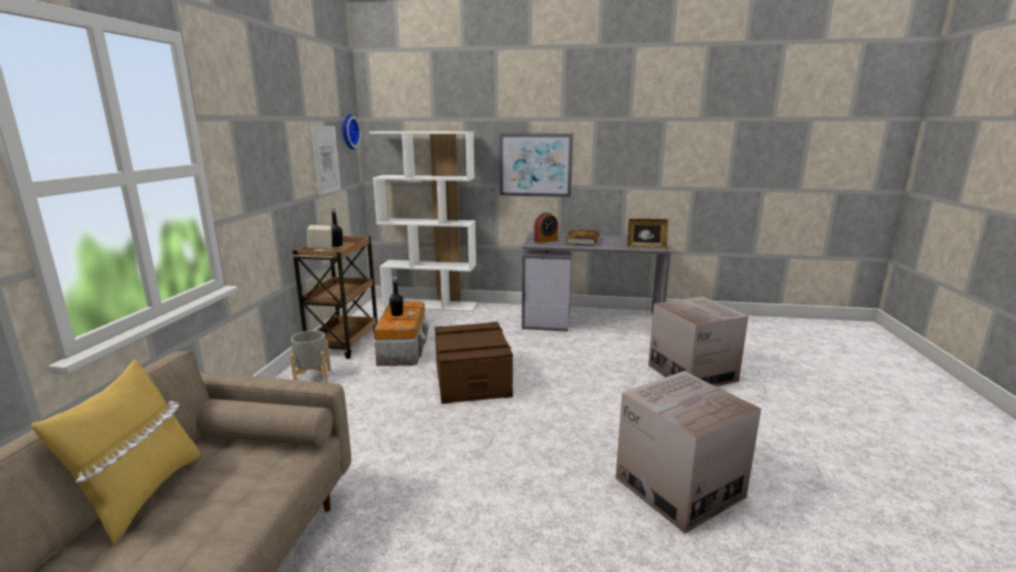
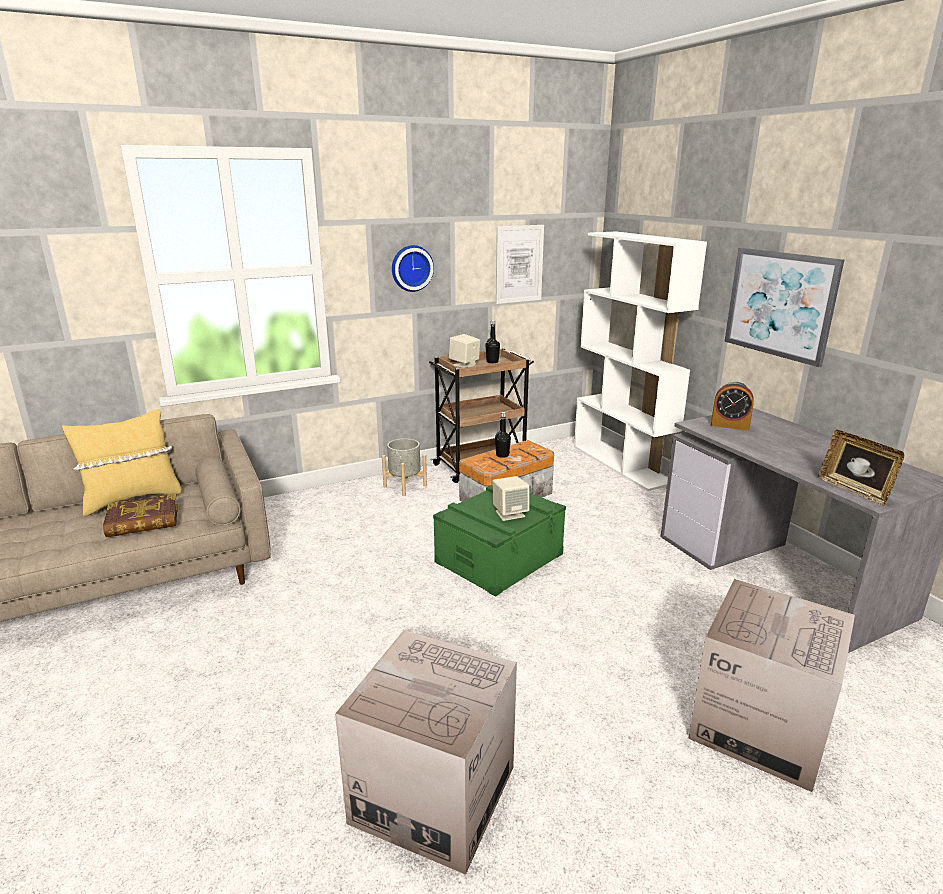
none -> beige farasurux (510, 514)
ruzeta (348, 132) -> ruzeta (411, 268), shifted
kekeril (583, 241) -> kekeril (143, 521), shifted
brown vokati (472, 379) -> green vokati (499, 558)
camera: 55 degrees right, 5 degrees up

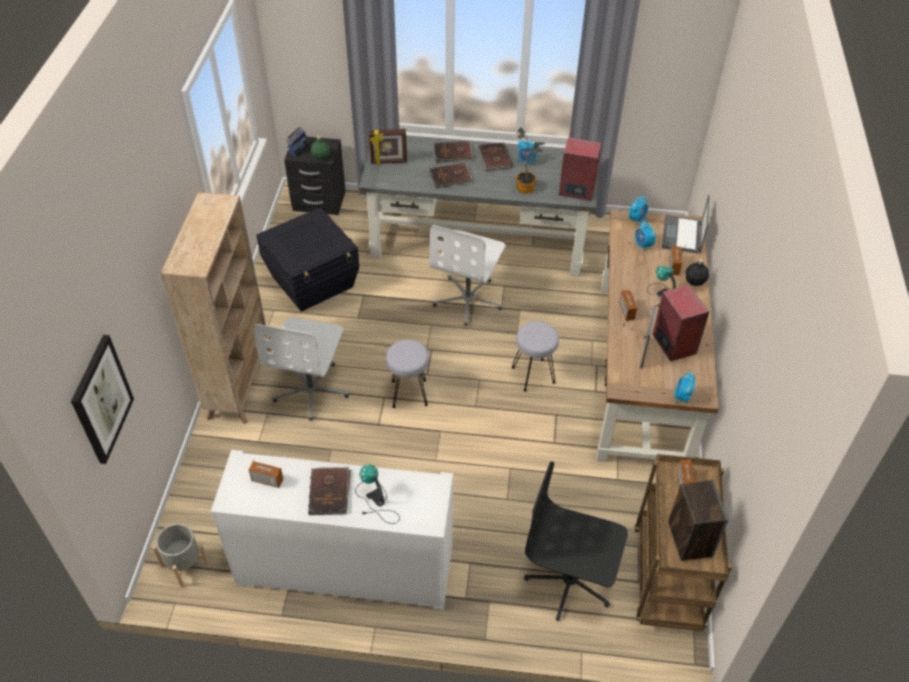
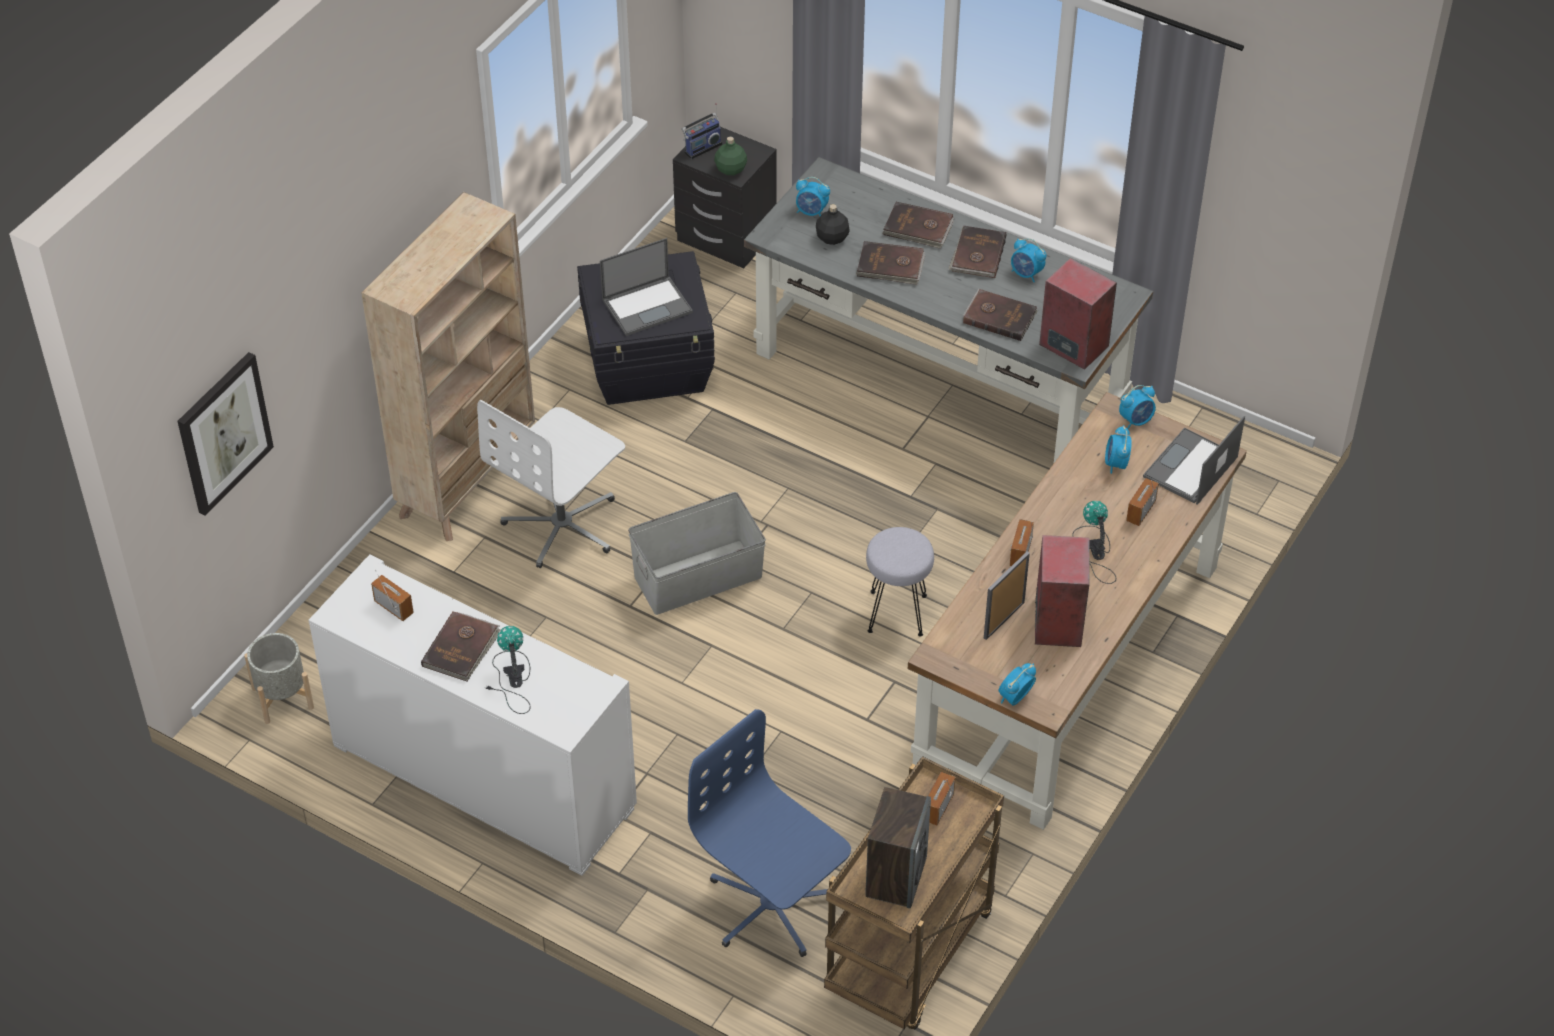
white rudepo (468, 300) -> none
none -> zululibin (648, 305)
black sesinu (695, 281) -> black sesinu (832, 238), shifted
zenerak (388, 162) -> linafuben (811, 212)
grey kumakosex (408, 393) -> grey vokati (697, 576)
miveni (527, 187) -> brown kekeril (999, 316)
black rudepo (569, 581) -> blue rudepo (771, 906)
camera: 25 degrees right, 0 degrees up

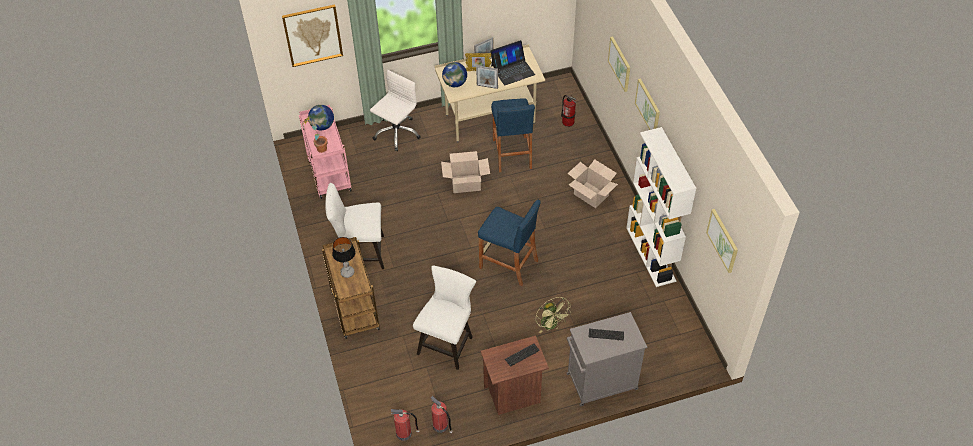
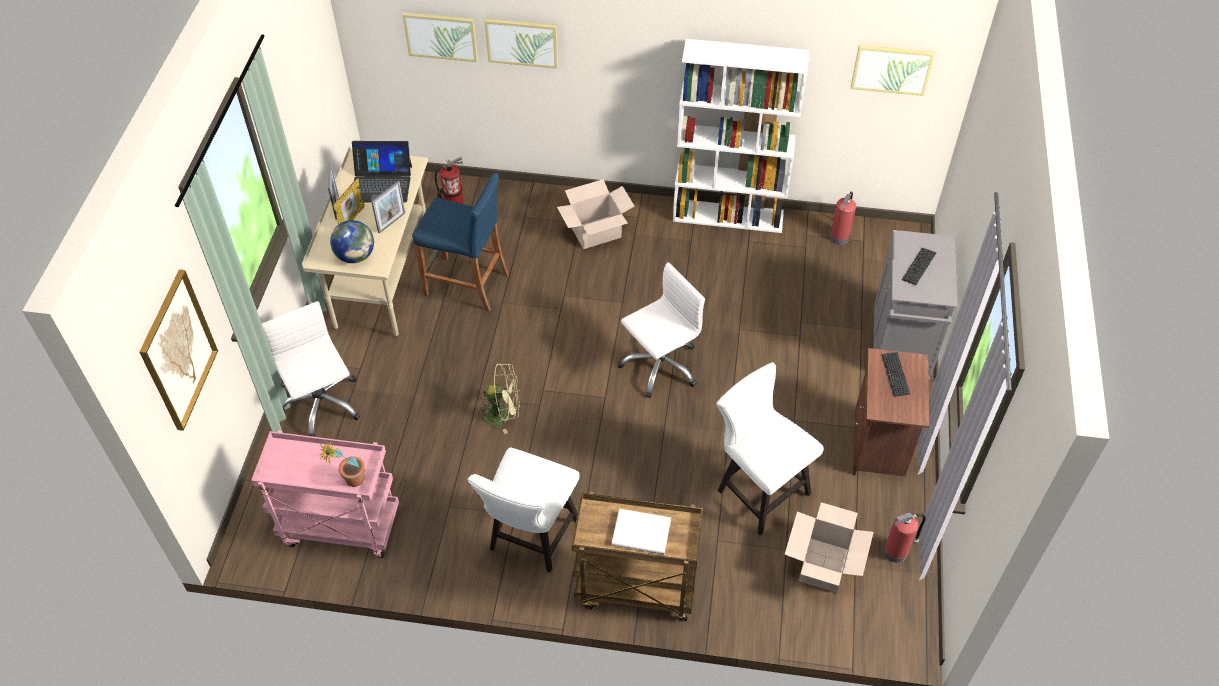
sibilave (322, 126) -> none
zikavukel (404, 433) -> zikavukel (839, 236), shifted
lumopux (465, 184) -> lumopux (823, 565), shifted
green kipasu (551, 325) -> green kipasu (503, 414), shifted
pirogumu (648, 107) -> pirogumu (441, 36), shifted
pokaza (347, 272) -> white kekeril (641, 532)
blue kumakosex (508, 264) -> white rudepo (660, 365)
zululibin (512, 70) -> zululibin (381, 183), 90 degrees clockwise
camera: 65 degrees left, 0 degrees up

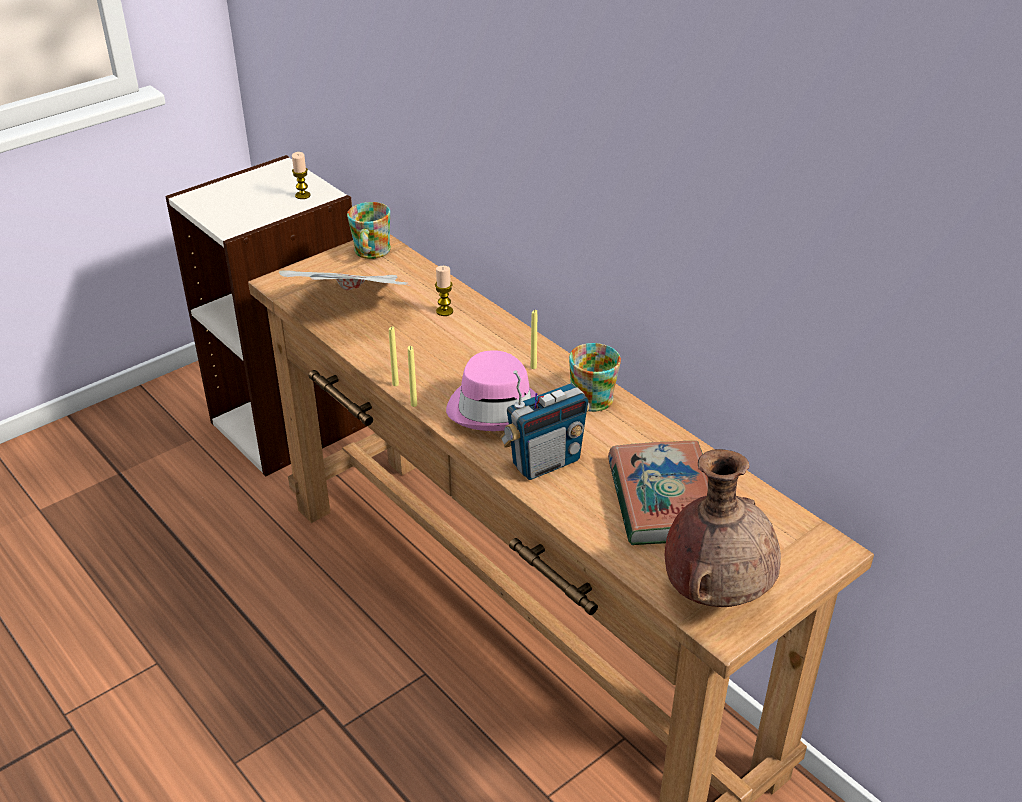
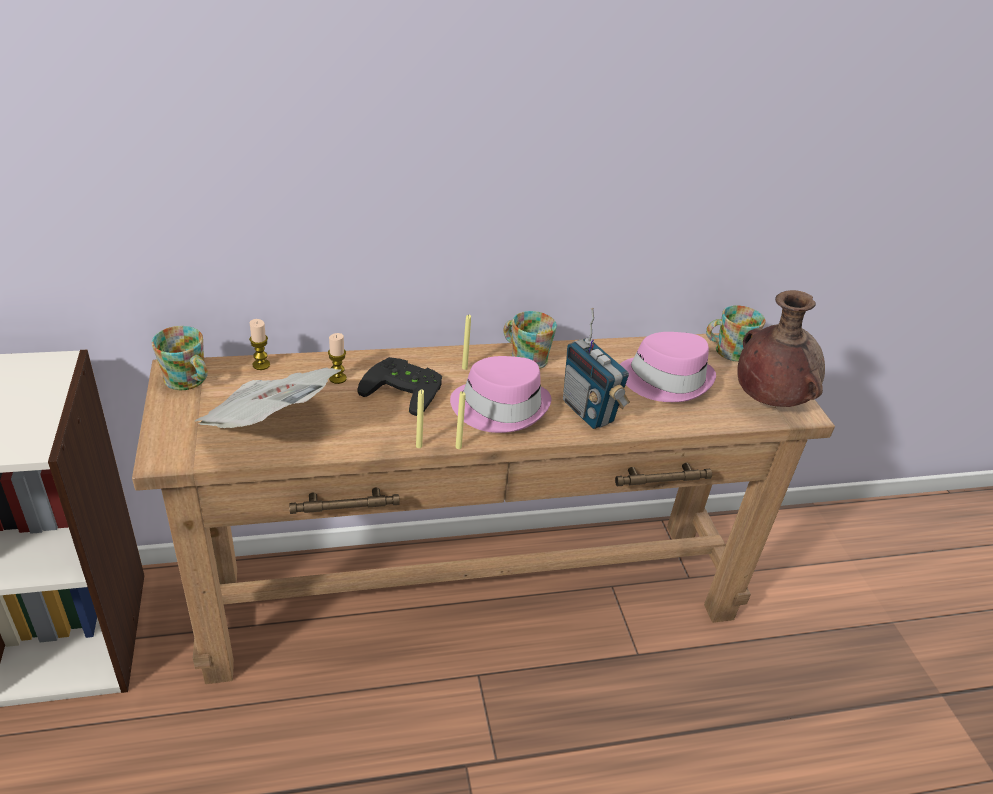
none -> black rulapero (405, 388)
none -> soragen (727, 350)
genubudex (302, 195) -> genubudex (261, 365), shifted
kekeril (663, 499) -> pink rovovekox (665, 379)
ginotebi (545, 462) -> ginotebi (588, 411), 150 degrees clockwise
camera: 65 degrees left, 0 degrees up

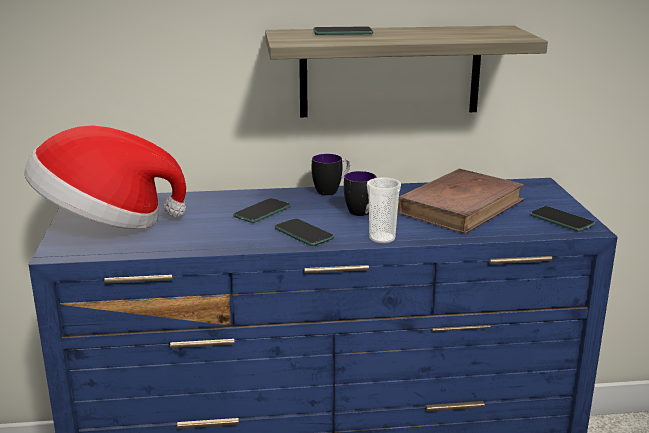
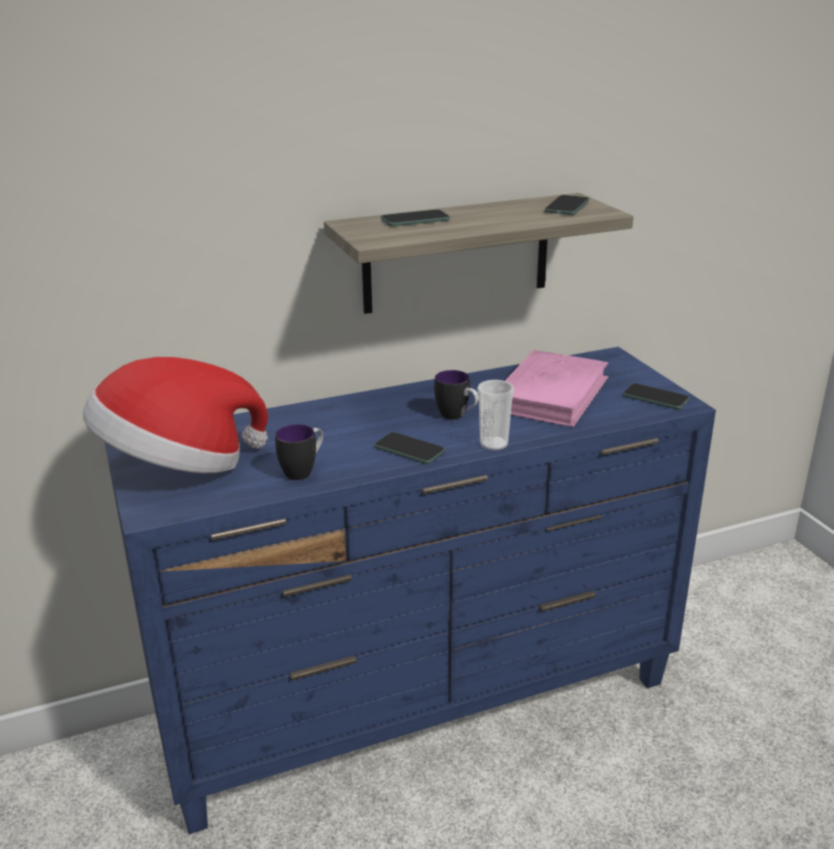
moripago (262, 212) -> moripago (567, 206), shifted
soragen (331, 191) -> soragen (303, 471), shifted
brown kekeril (461, 207) -> pink kekeril (550, 394)
camera: 15 degrees left, 5 degrees up

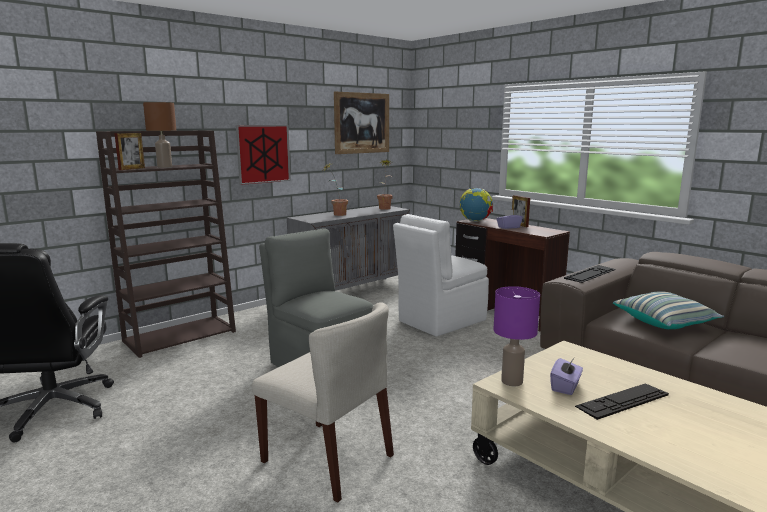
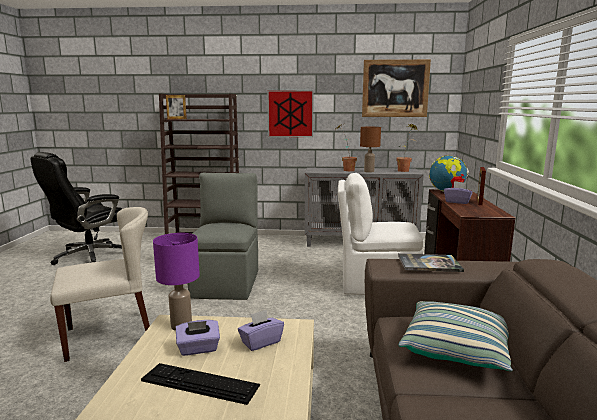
none -> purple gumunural (261, 342)
brown pokaza (164, 167) -> brown pokaza (368, 171), shifted
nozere (590, 274) -> kekeril (429, 264)
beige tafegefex (328, 458) -> beige tafegefex (110, 335), 105 degrees counterclockwise
camera: 45 degrees right, 0 degrees up

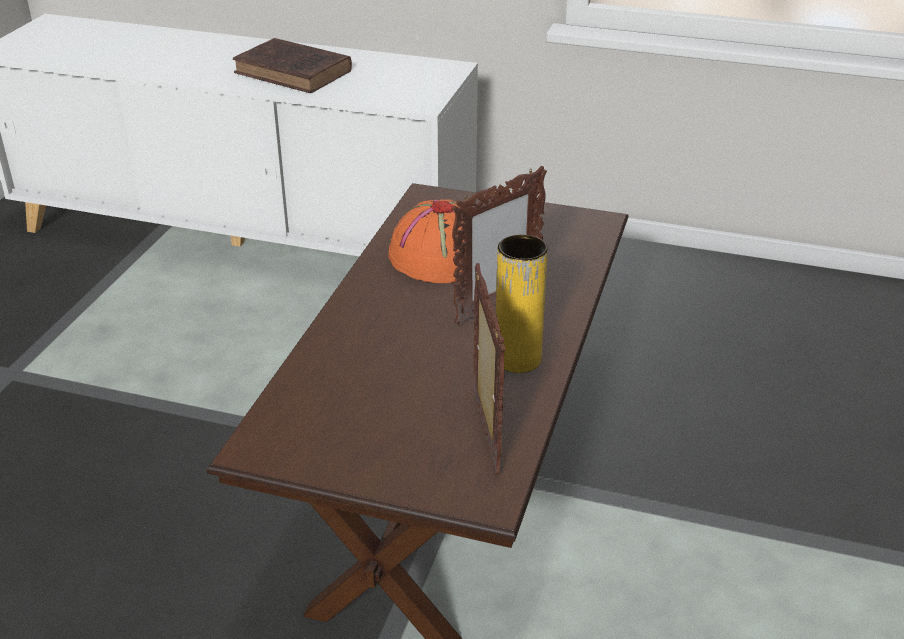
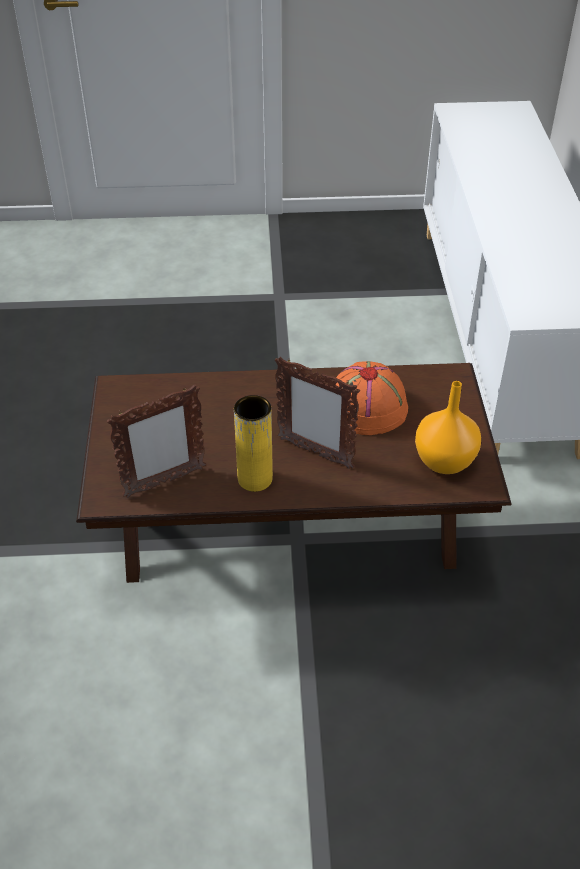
brown kekeril (295, 73) -> none
none -> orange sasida (445, 462)
camera: 70 degrees right, 10 degrees up

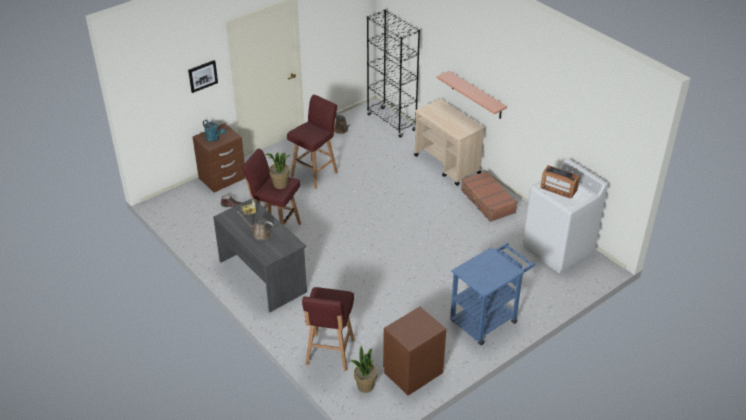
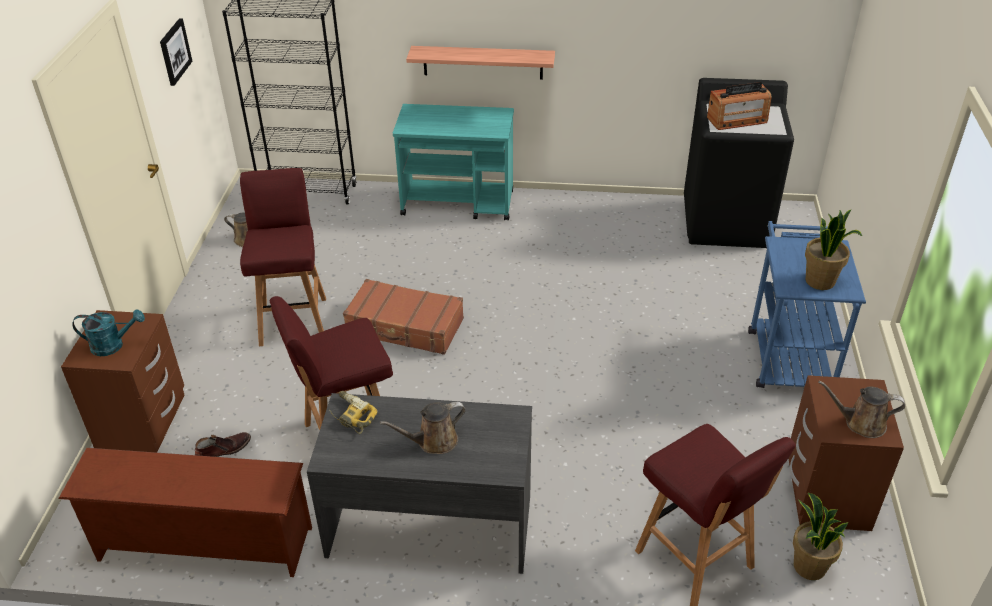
none -> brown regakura (203, 545)
none -> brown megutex (861, 423)
pirogumu (202, 76) -> pirogumu (174, 51), shifted
miveni (280, 184) -> miveni (820, 281), shifted
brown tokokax (487, 202) -> brown tokokax (405, 327), shifted
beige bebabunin (447, 164) -> turquoise bebabunin (458, 203)
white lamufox (558, 249) -> black lamufox (726, 222)
camera: 45 degrees left, 0 degrees up

